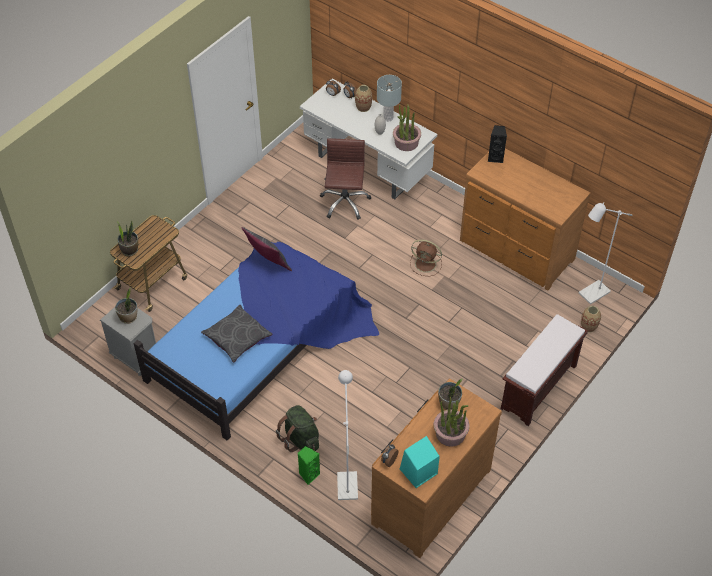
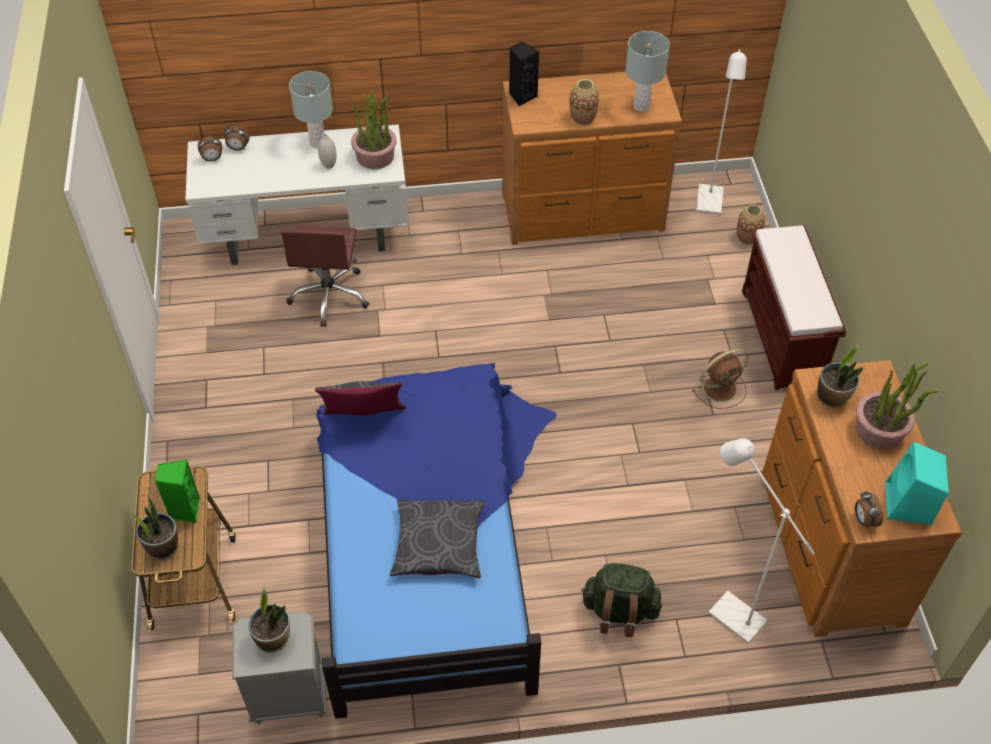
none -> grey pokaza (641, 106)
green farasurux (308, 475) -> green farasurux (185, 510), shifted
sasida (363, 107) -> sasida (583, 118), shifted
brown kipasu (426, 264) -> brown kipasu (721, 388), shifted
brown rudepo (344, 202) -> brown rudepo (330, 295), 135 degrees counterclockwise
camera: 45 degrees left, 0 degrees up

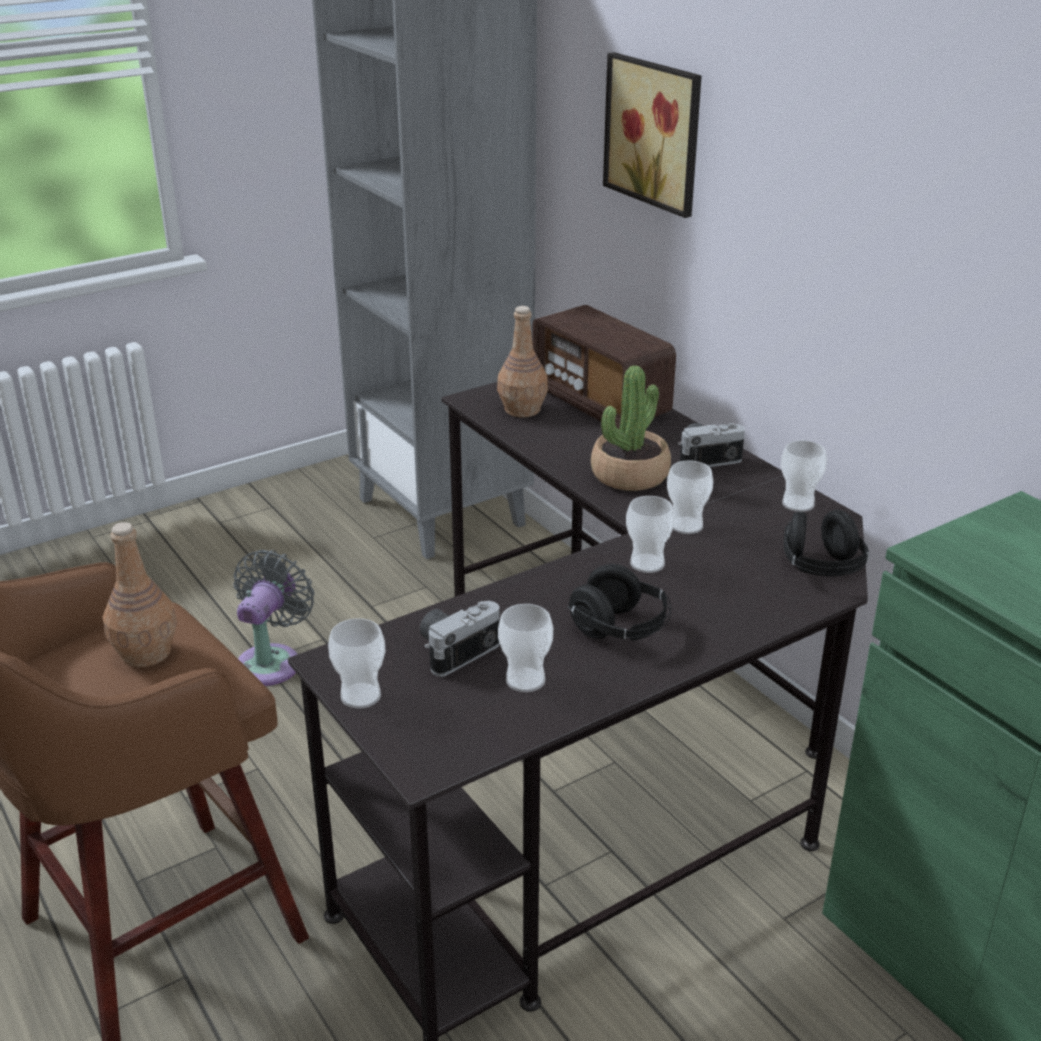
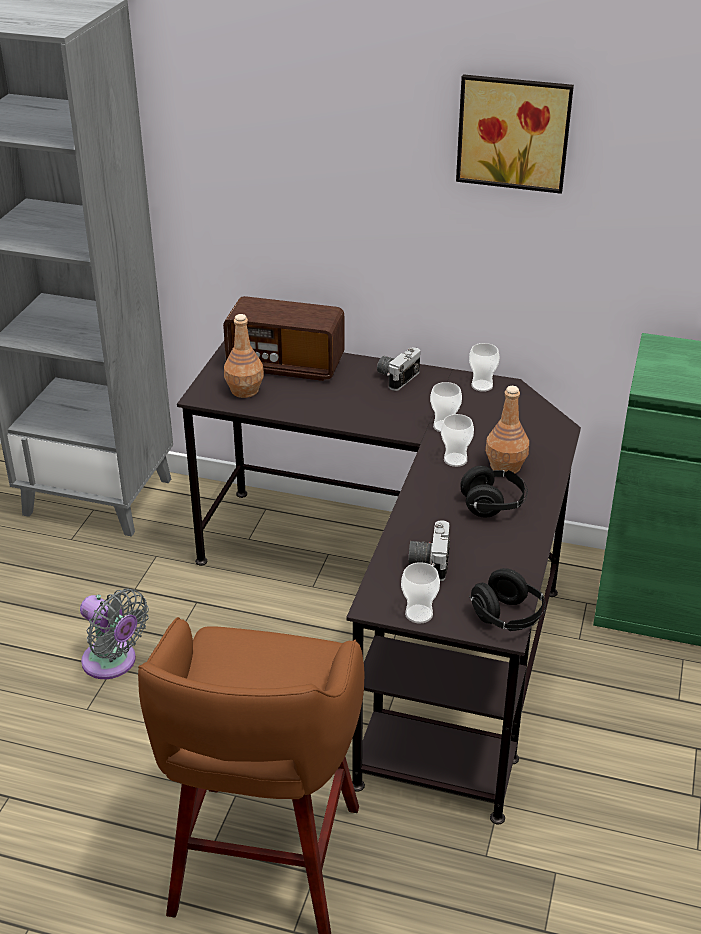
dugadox (525, 680) -> none
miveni (629, 475) -> none
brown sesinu (145, 653) -> brown sesinu (505, 466), shifted
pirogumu (657, 132) -> pirogumu (514, 131), shifted
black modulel (820, 568) -> black modulel (507, 618), shifted
grey kipasu (272, 661) -> grey kipasu (113, 663), 150 degrees clockwise
camera: 40 degrees left, 5 degrees up

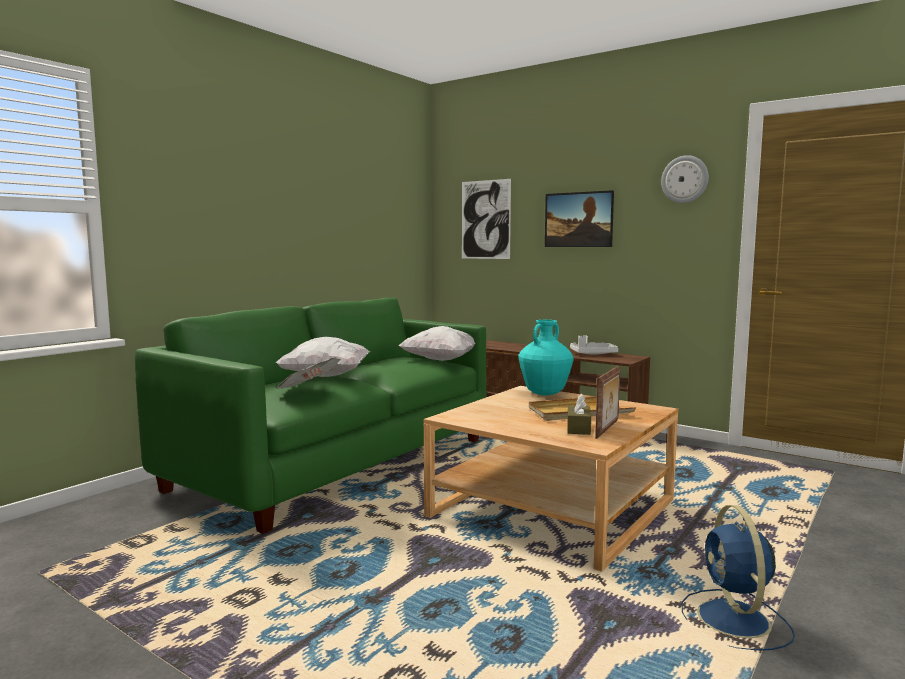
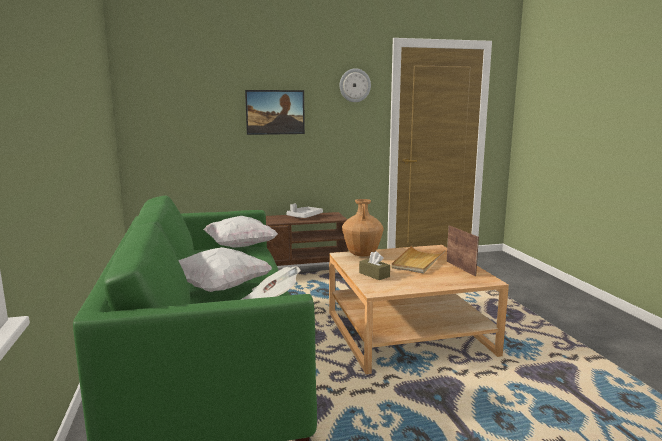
pirogumu (485, 219) -> none
blue kipasu (734, 621) -> none
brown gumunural (578, 428) -> brown gumunural (374, 275), shifted
turquoise sasida (545, 393) -> brown sasida (362, 254)
camera: 50 degrees left, 5 degrees up

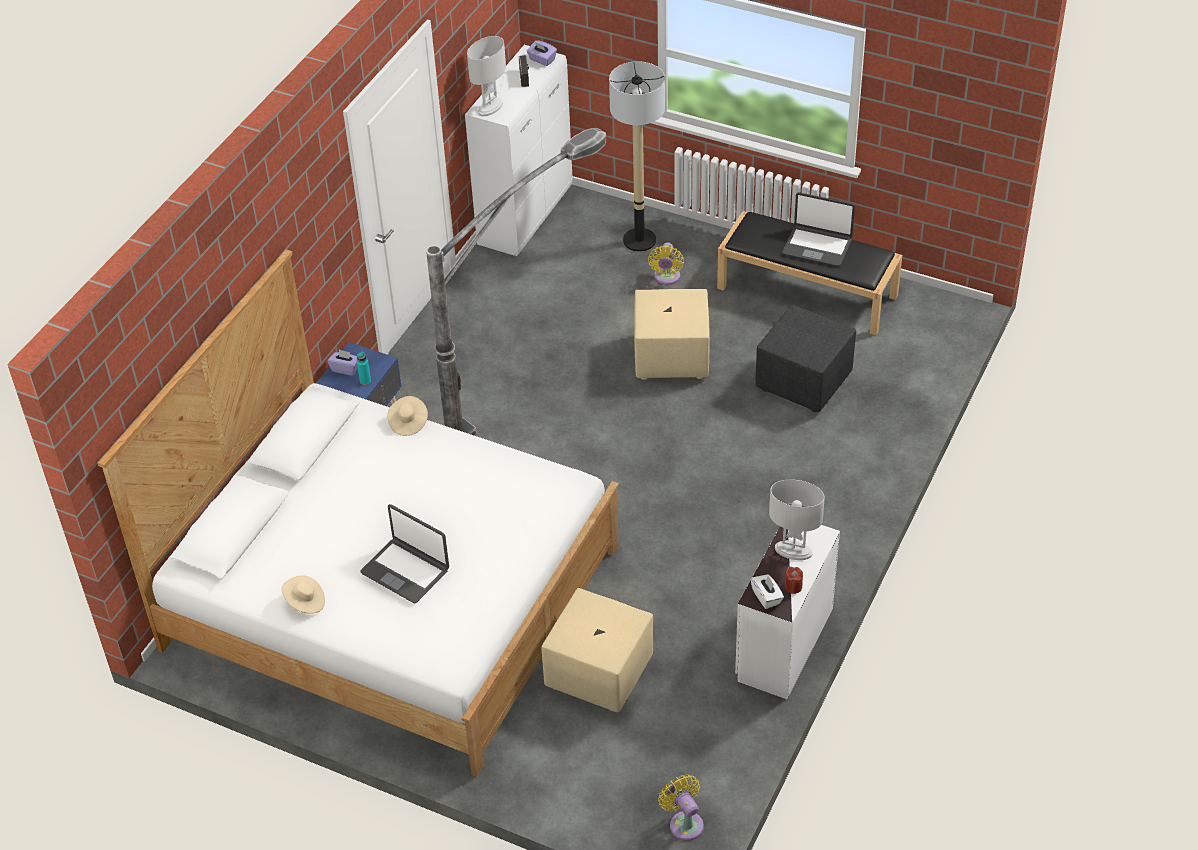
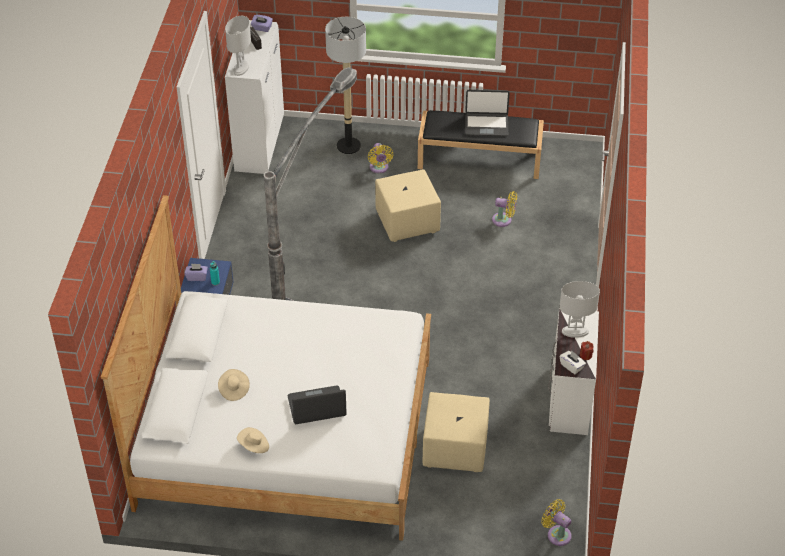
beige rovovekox (408, 422) -> beige rovovekox (234, 390), shifted
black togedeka (803, 381) -> yellow kipasu (504, 220)
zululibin (406, 571) -> zululibin (317, 407), 150 degrees clockwise
camera: 20 degrees left, 0 degrees up

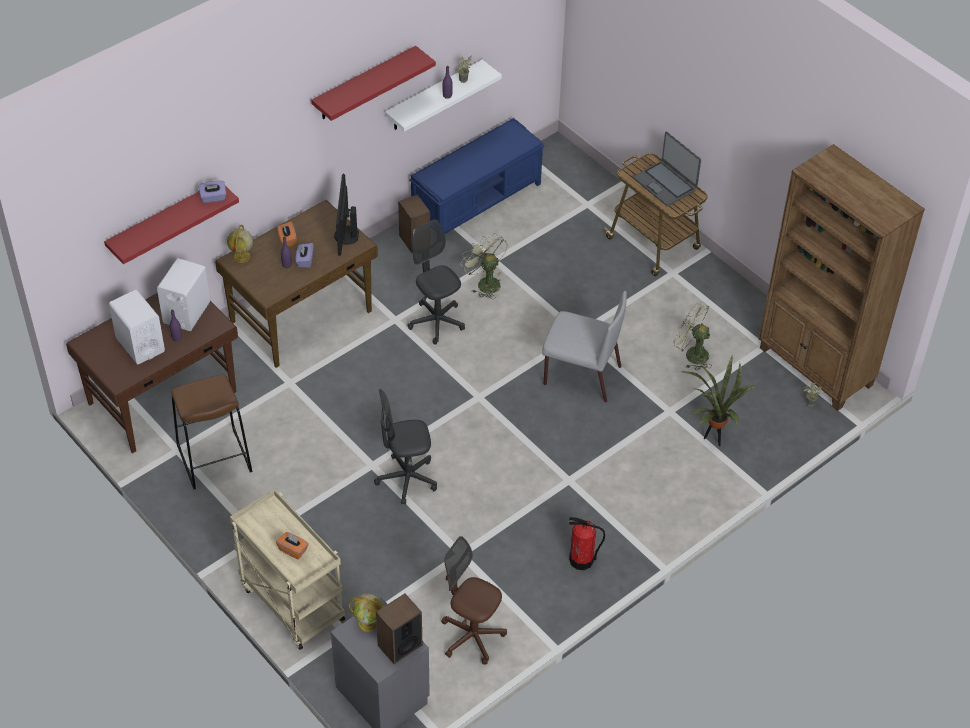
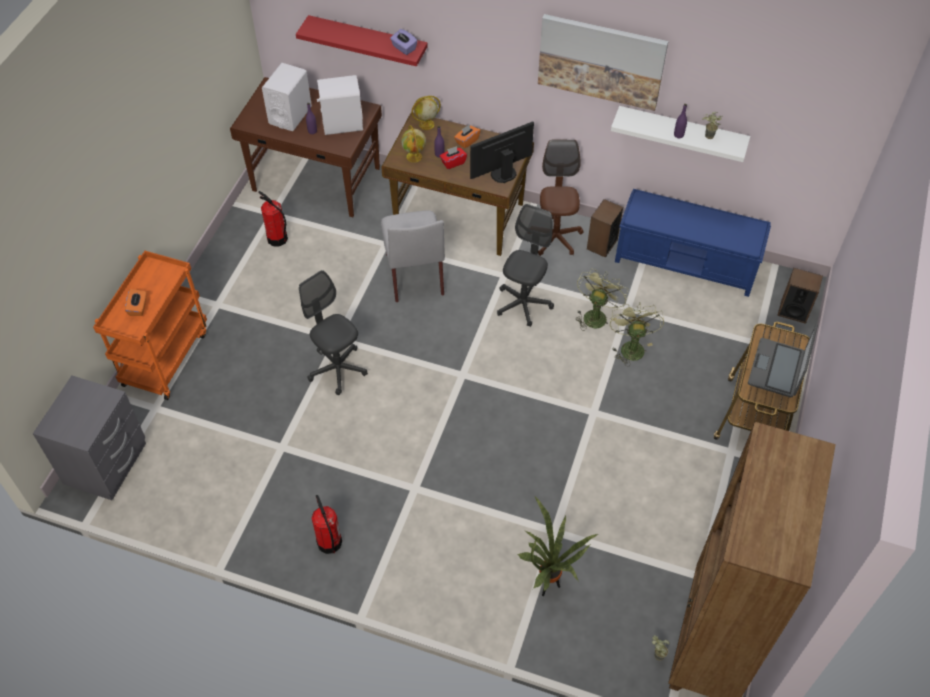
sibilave (368, 623) -> sibilave (414, 157), shifted
farasurux (399, 645) -> farasurux (793, 311), shifted
brown rudepo (472, 637) -> brown rudepo (555, 238), shifted
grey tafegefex (581, 375) -> grey tafegefex (414, 273), shifted
green kipasu (691, 354) -> green kipasu (630, 346), shifted
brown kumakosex (214, 459) -> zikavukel (277, 239)
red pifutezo (364, 84) -> pirogumu (601, 61)
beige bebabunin (291, 603) -> orange bebabunin (165, 357)
purple gumunural (305, 260) -> red gumunural (453, 162)
camera: 60 degrees right, 5 degrees up

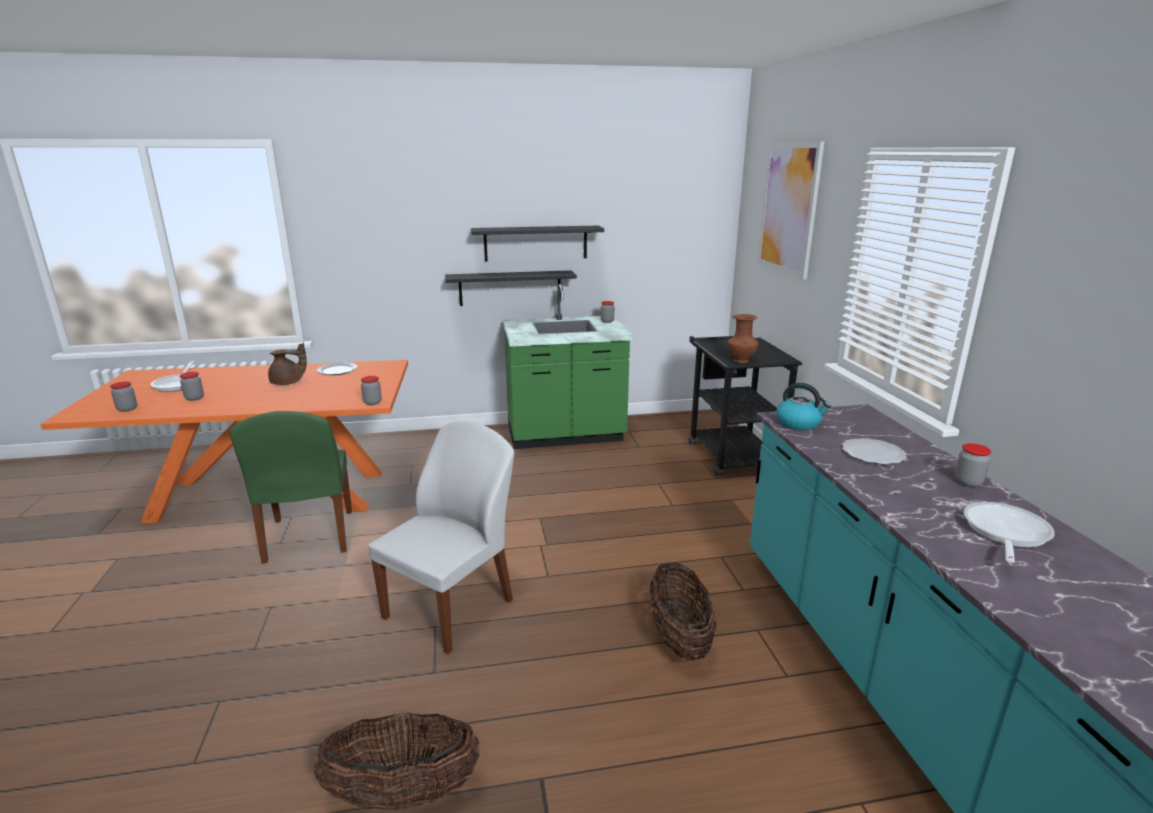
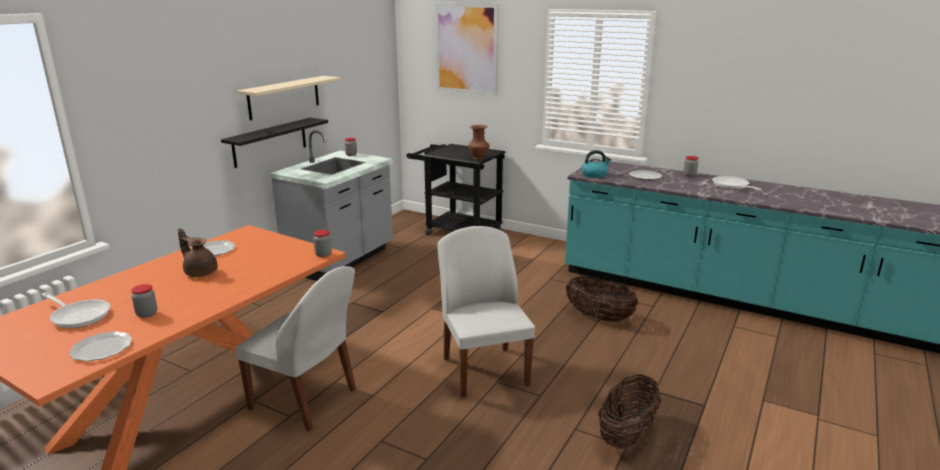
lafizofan (127, 409) -> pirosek (102, 348)
green tafegefex (309, 538) -> white tafegefex (305, 400)
black pifutezo (536, 243) -> beige pifutezo (284, 97)
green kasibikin (565, 436) -> grey kasibikin (341, 261)
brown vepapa (288, 383) -> brown vepapa (200, 272), 90 degrees counterclockwise
camera: 50 degrees left, 0 degrees up

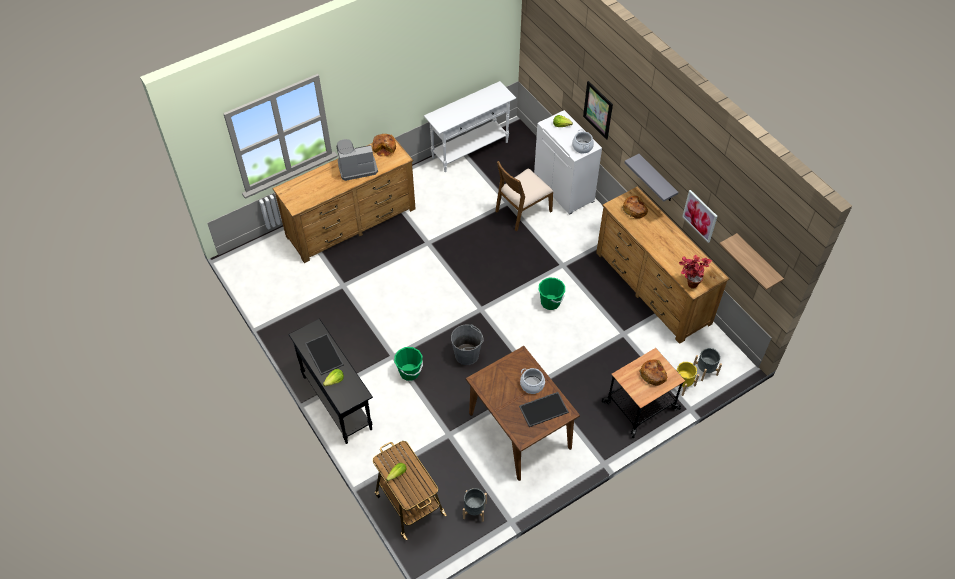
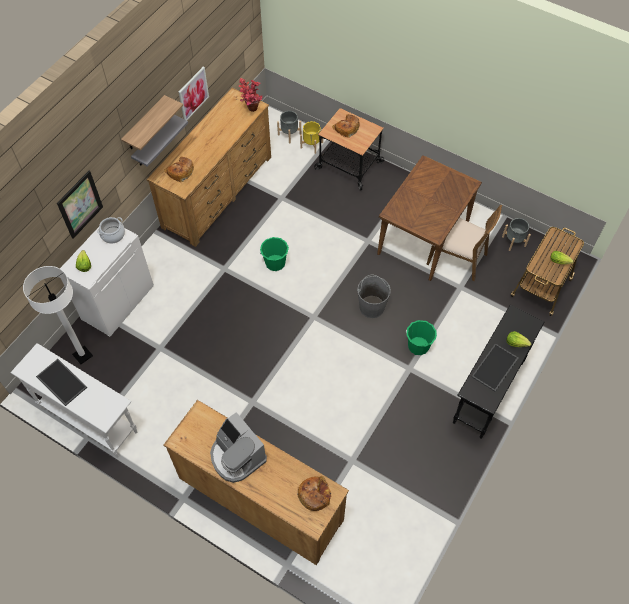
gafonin (532, 384) -> none
none -> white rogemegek (82, 355)
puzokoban (385, 148) -> puzokoban (314, 494), shifted
brown tafegefex (522, 210) -> brown tafegefex (457, 258), shifted
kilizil (543, 408) -> kilizil (60, 382), shifted
pifutezo (757, 262) -> pifutezo (145, 124), shifted
camera: 115 degrees left, 5 degrees up

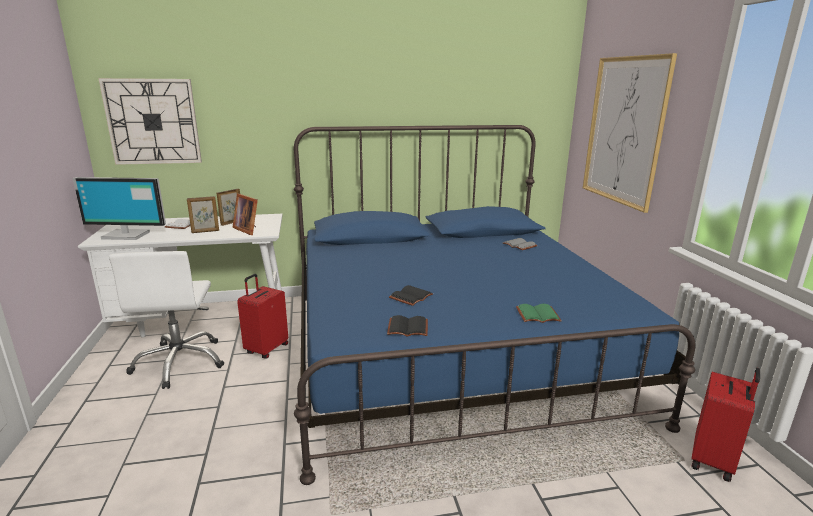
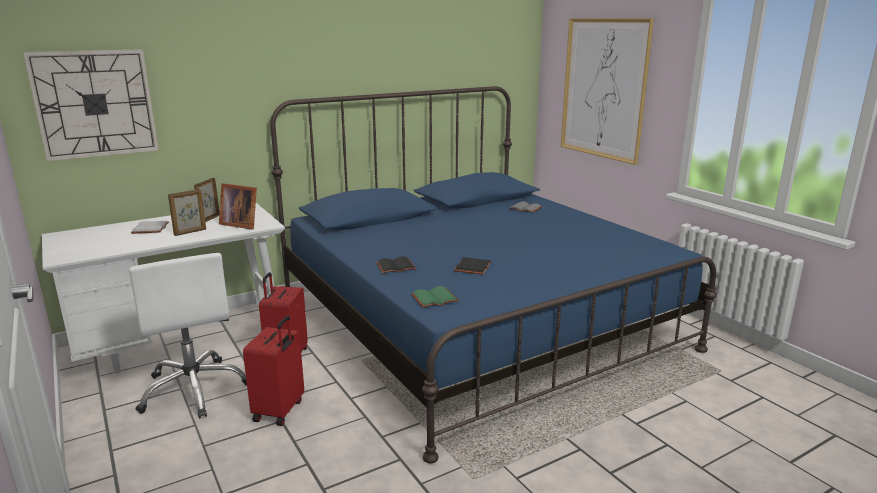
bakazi (127, 235) -> none
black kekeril (408, 327) -> black kekeril (396, 266), shifted
green kekeril (538, 314) -> green kekeril (435, 298), shifted
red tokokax (713, 461) -> red tokokax (280, 411), shifted
camera: 20 degrees left, 0 degrees up

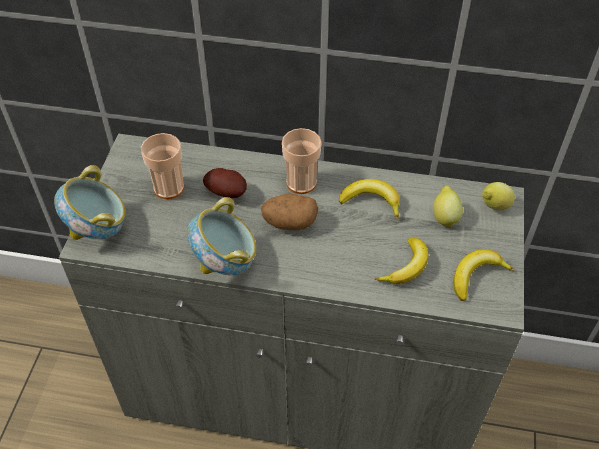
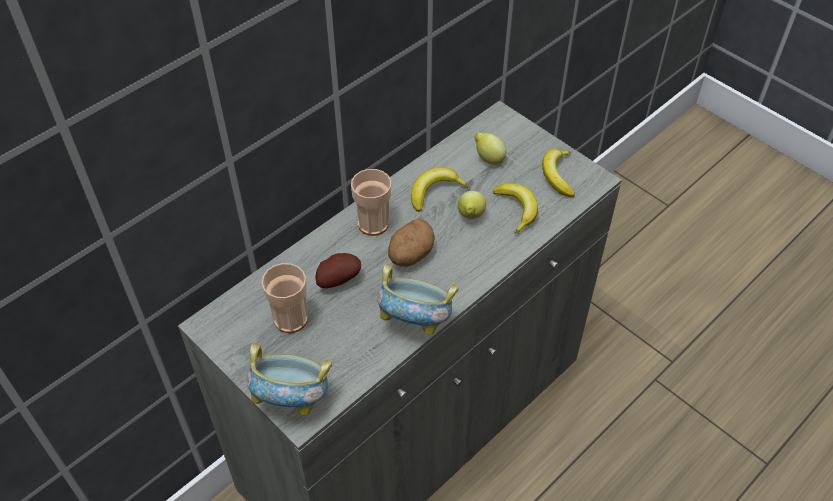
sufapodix (493, 207) -> sufapodix (470, 216), shifted
camera: 55 degrees left, 0 degrees up

